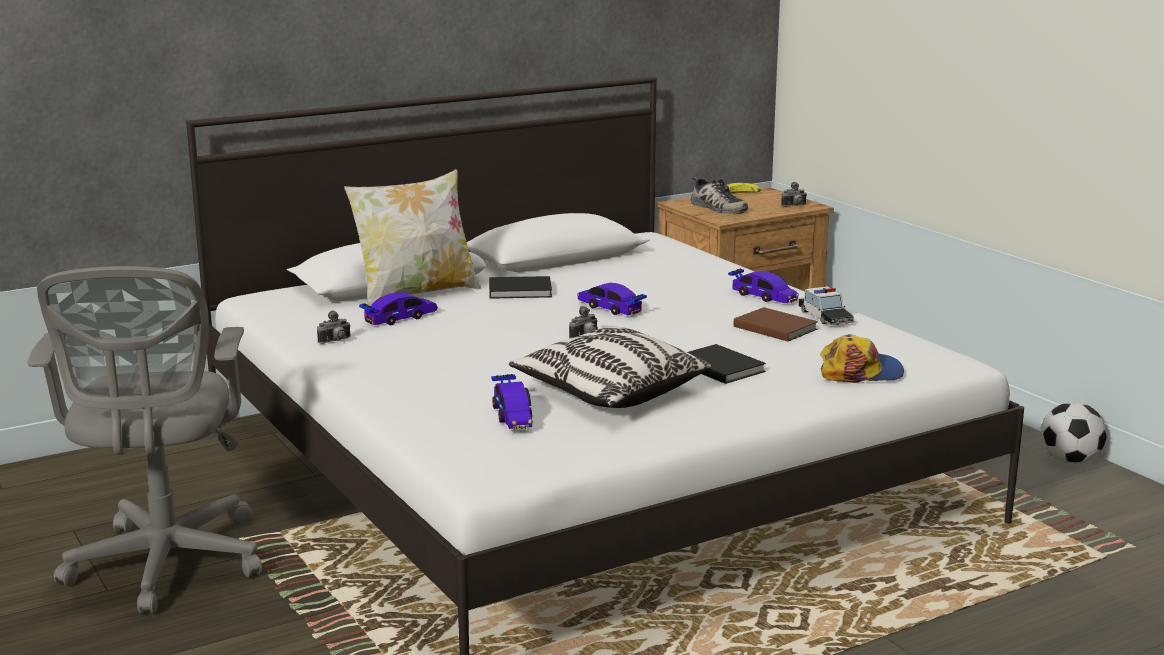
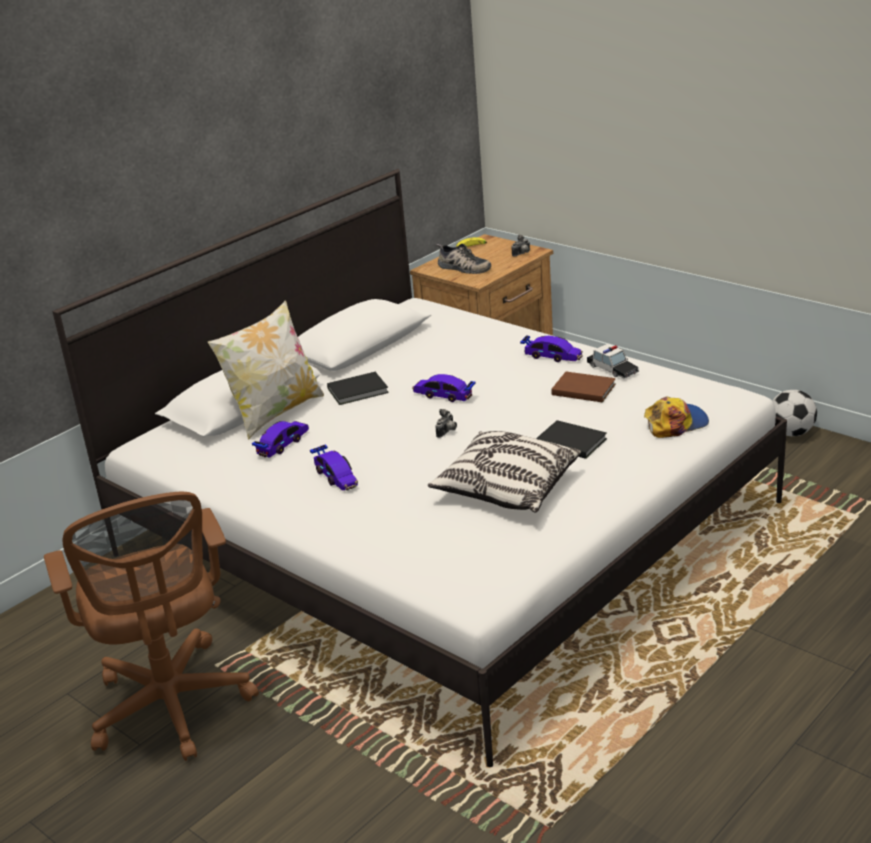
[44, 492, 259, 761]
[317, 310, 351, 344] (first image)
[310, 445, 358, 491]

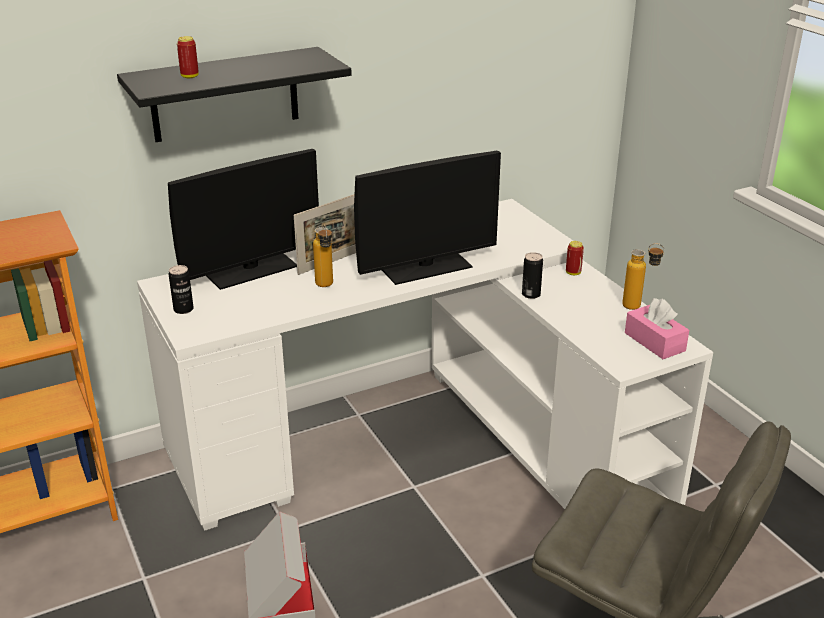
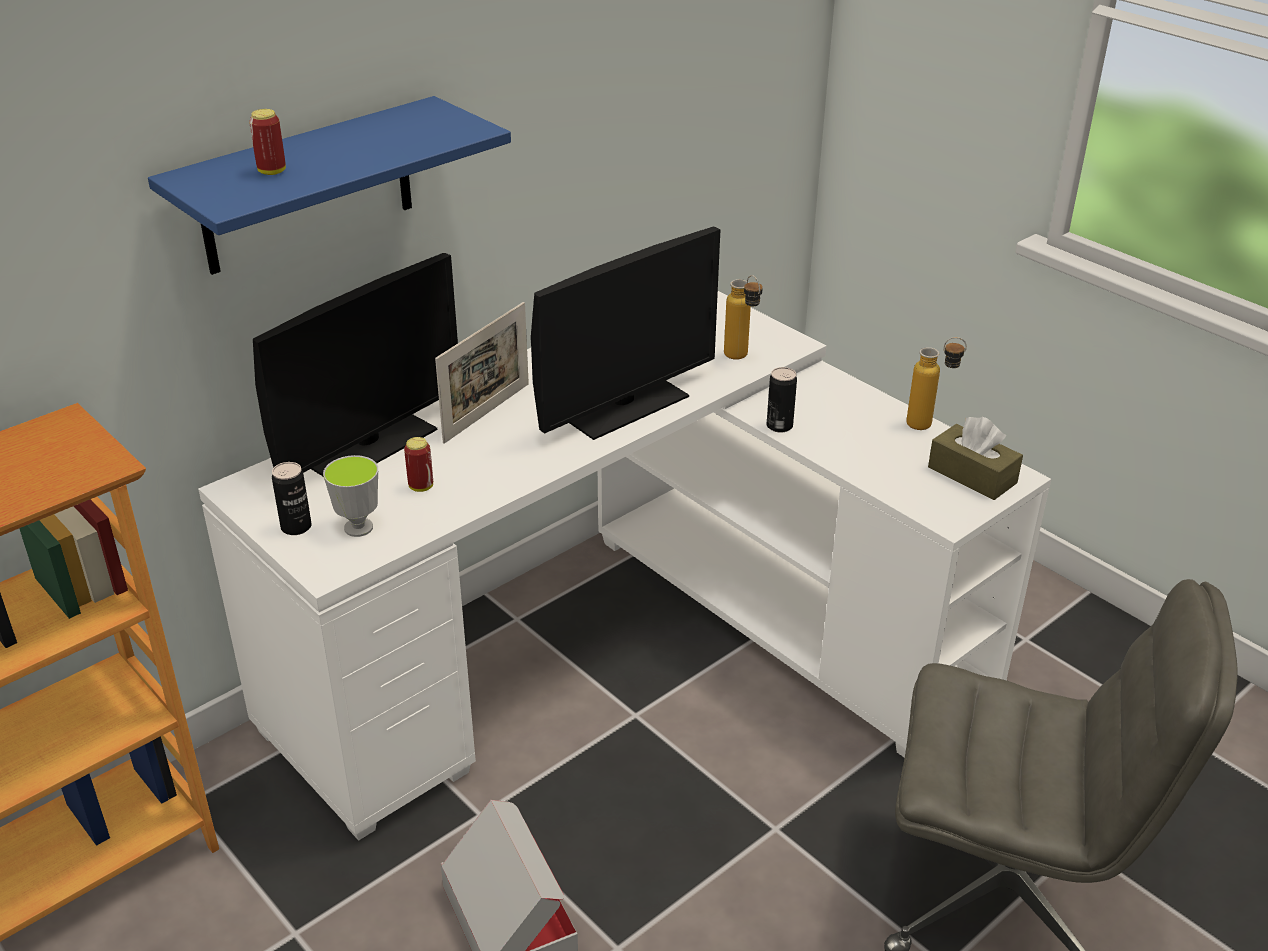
[148, 96, 511, 275]
[724, 275, 763, 359]
[404, 437, 433, 492]
[928, 417, 1023, 500]
[323, 455, 378, 537]

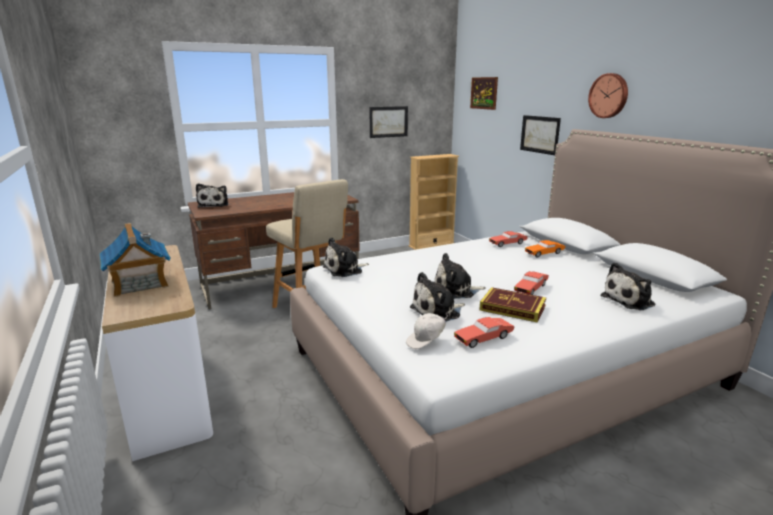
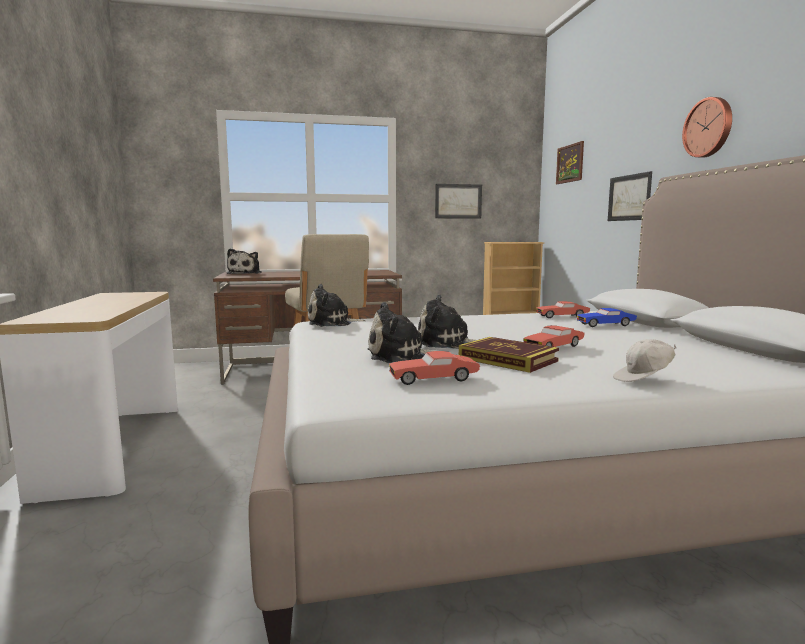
[99, 223, 171, 297] (first image)
[577, 308, 637, 327]
[601, 262, 655, 310] (first image)
[613, 339, 676, 382]

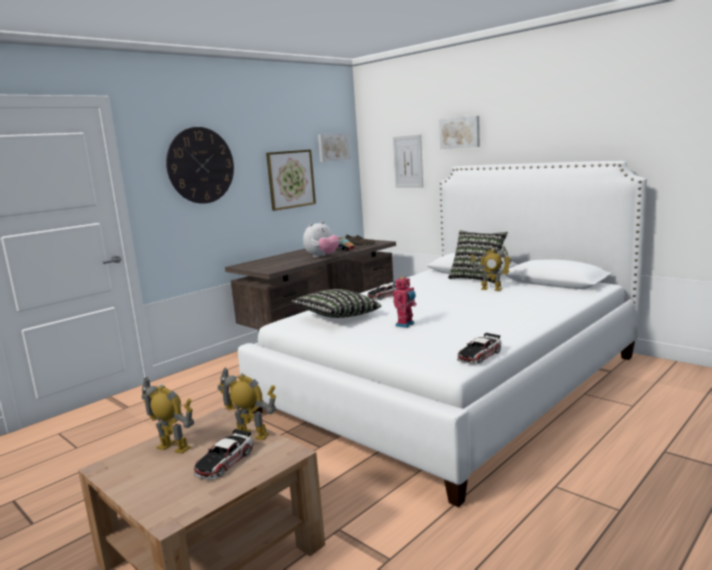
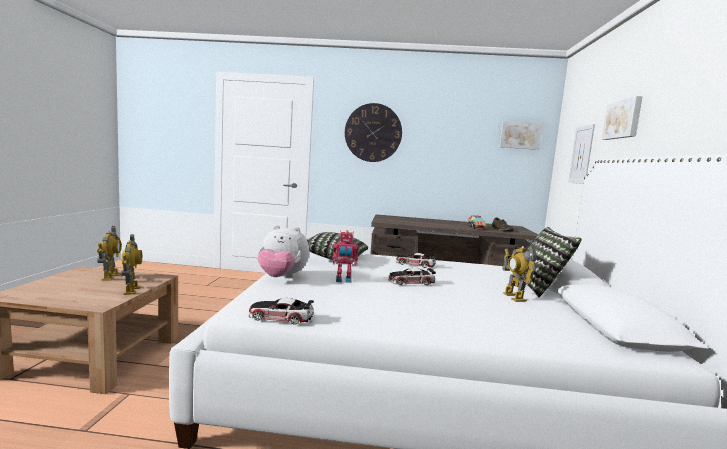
[266, 150, 316, 211] (first image)
[258, 225, 309, 278]
[388, 268, 436, 285]

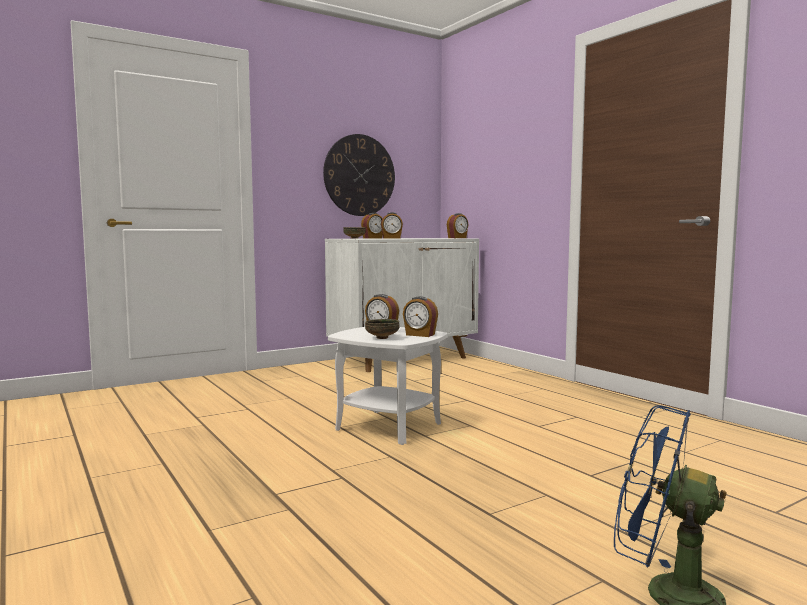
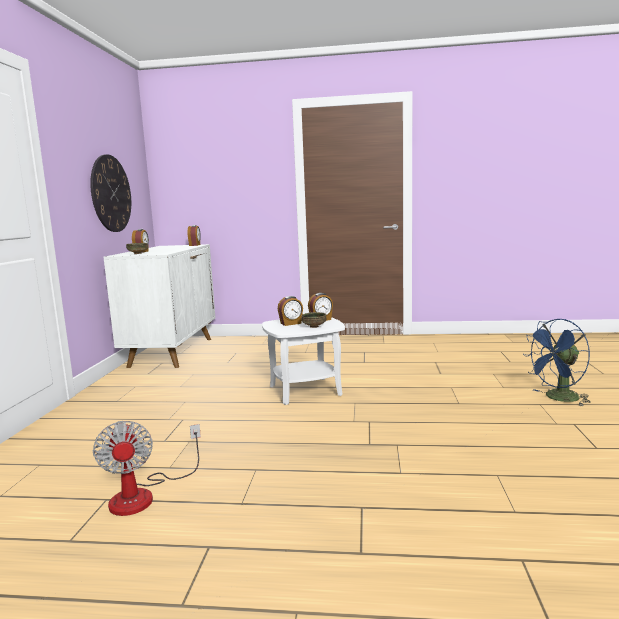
[381, 212, 403, 239] (first image)
[93, 421, 201, 516]

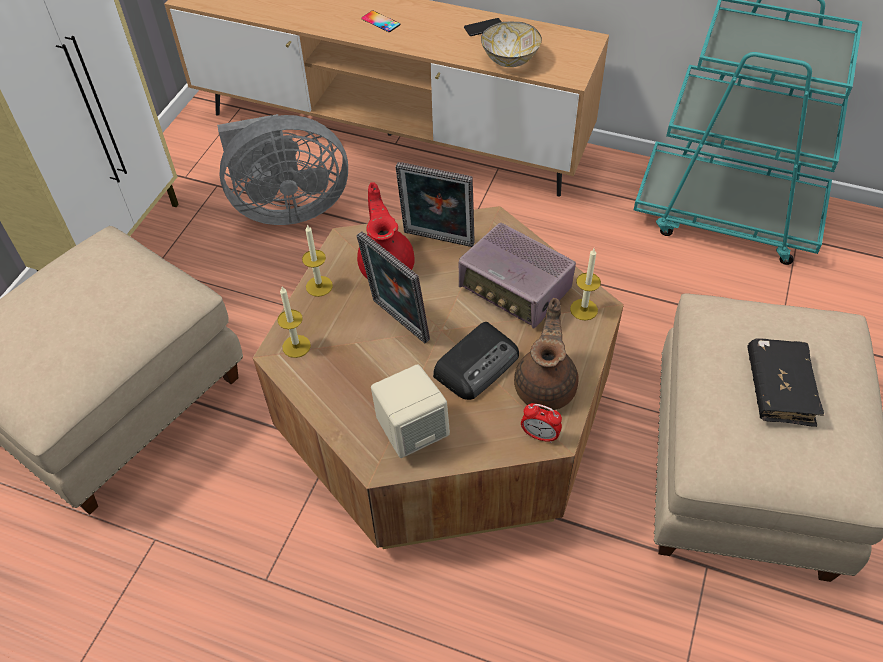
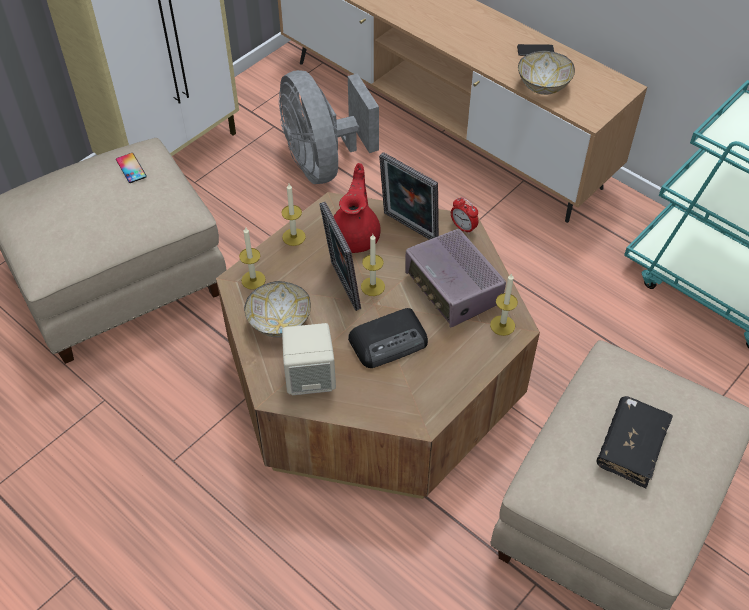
[116, 153, 147, 183]
[279, 70, 379, 184]
[514, 298, 579, 411] (first image)
[451, 197, 478, 234]
[361, 234, 385, 296]
[244, 281, 311, 337]

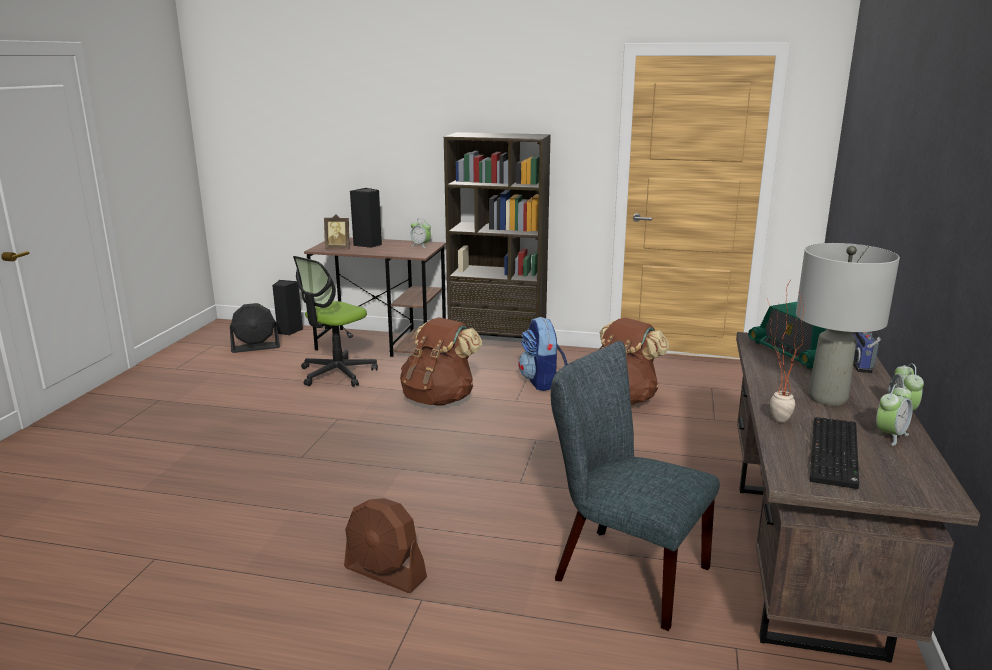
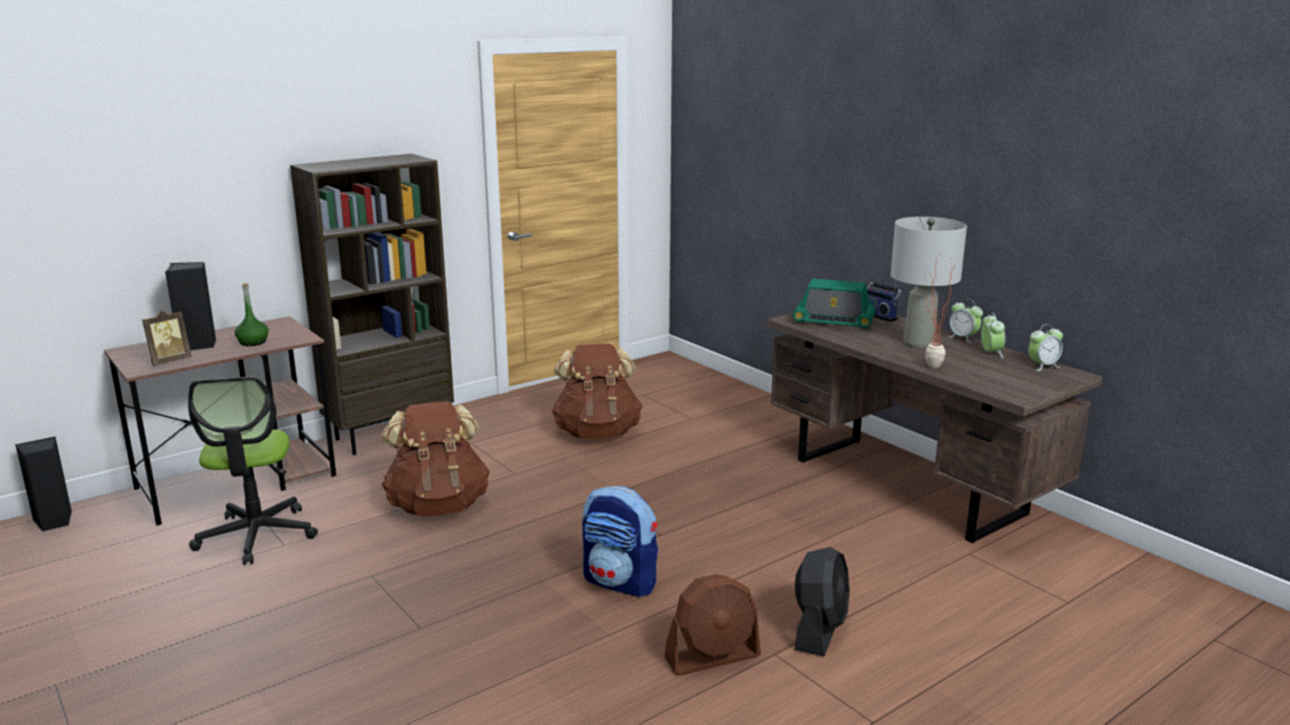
[1028, 324, 1063, 371]
[795, 547, 849, 656]
[582, 486, 658, 597]
[551, 341, 720, 631] (first image)
[810, 417, 859, 489] (first image)
[235, 283, 269, 346]

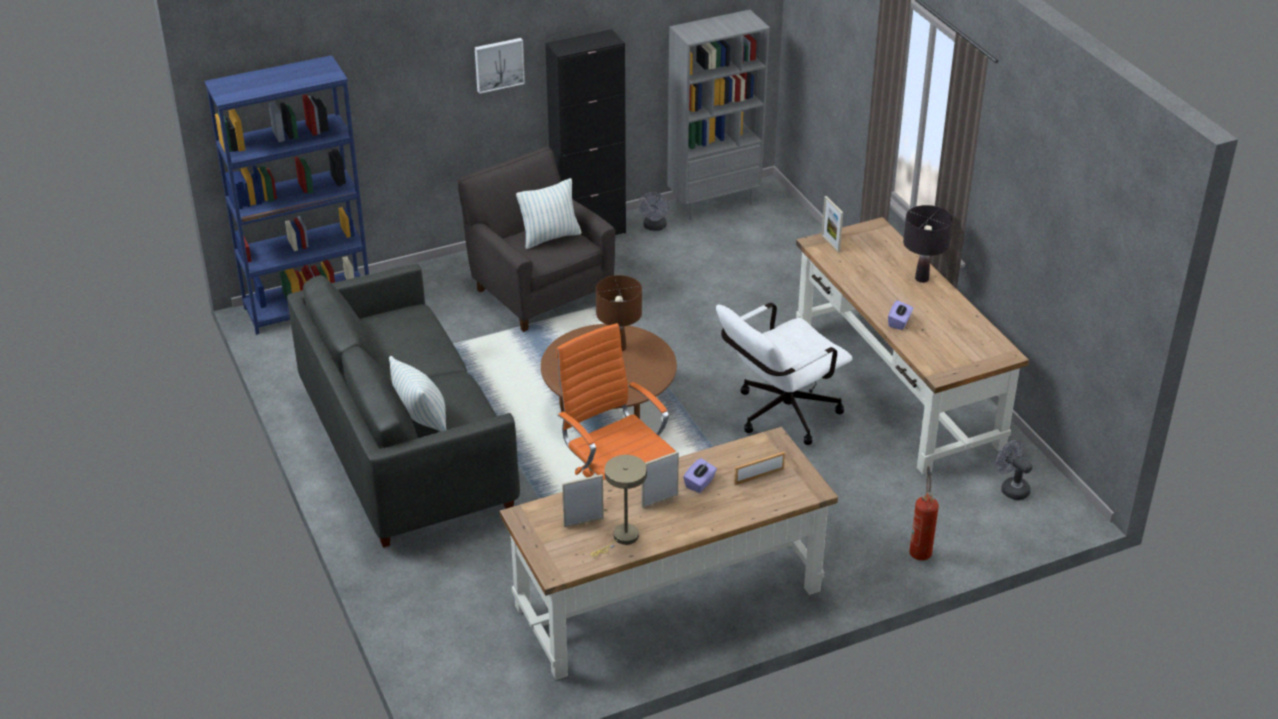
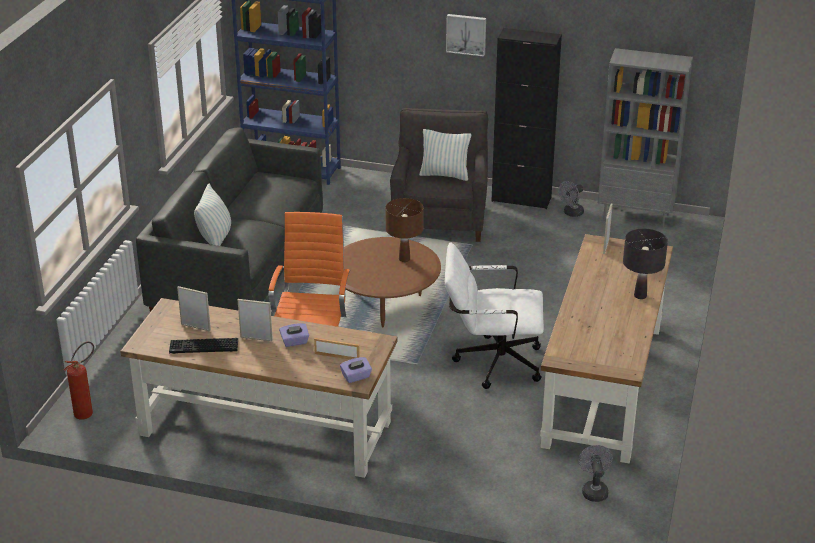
[340, 357, 372, 383]
[169, 338, 238, 354]
[64, 341, 94, 420]

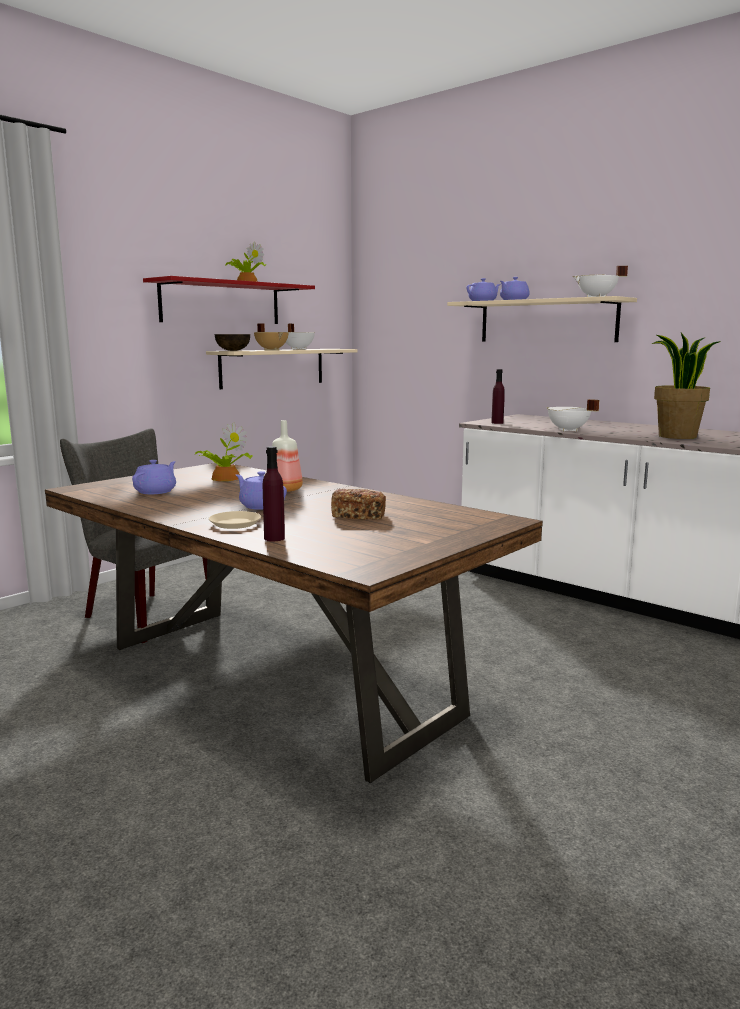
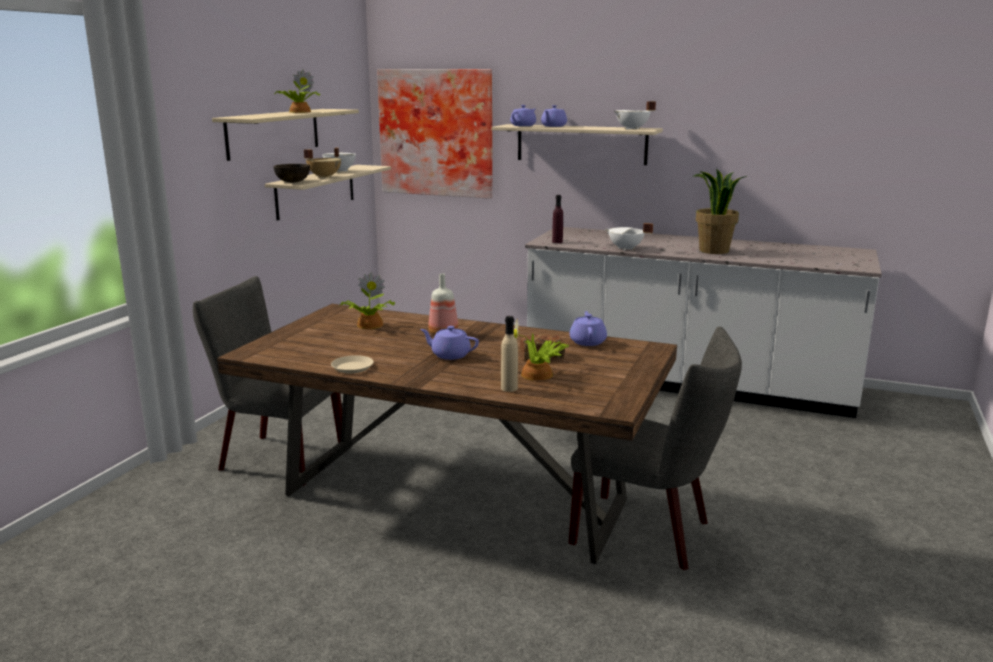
[212, 109, 359, 161]
[501, 316, 518, 392]
[570, 311, 607, 346]
[331, 355, 374, 374]
[377, 69, 492, 199]
[514, 319, 569, 381]
[568, 326, 742, 570]

